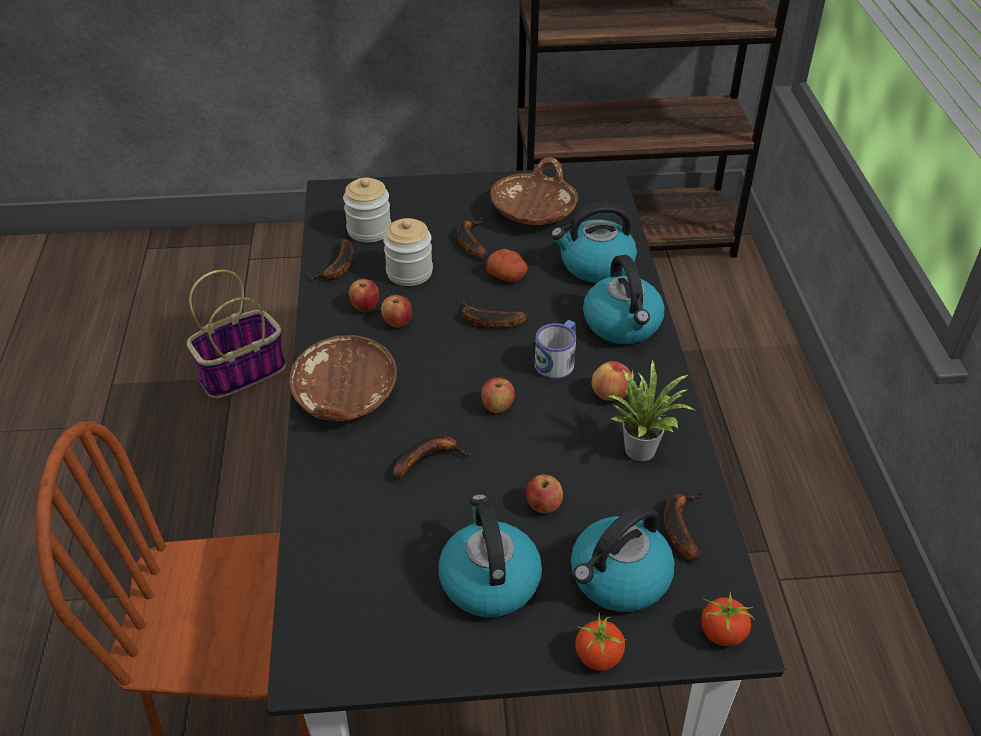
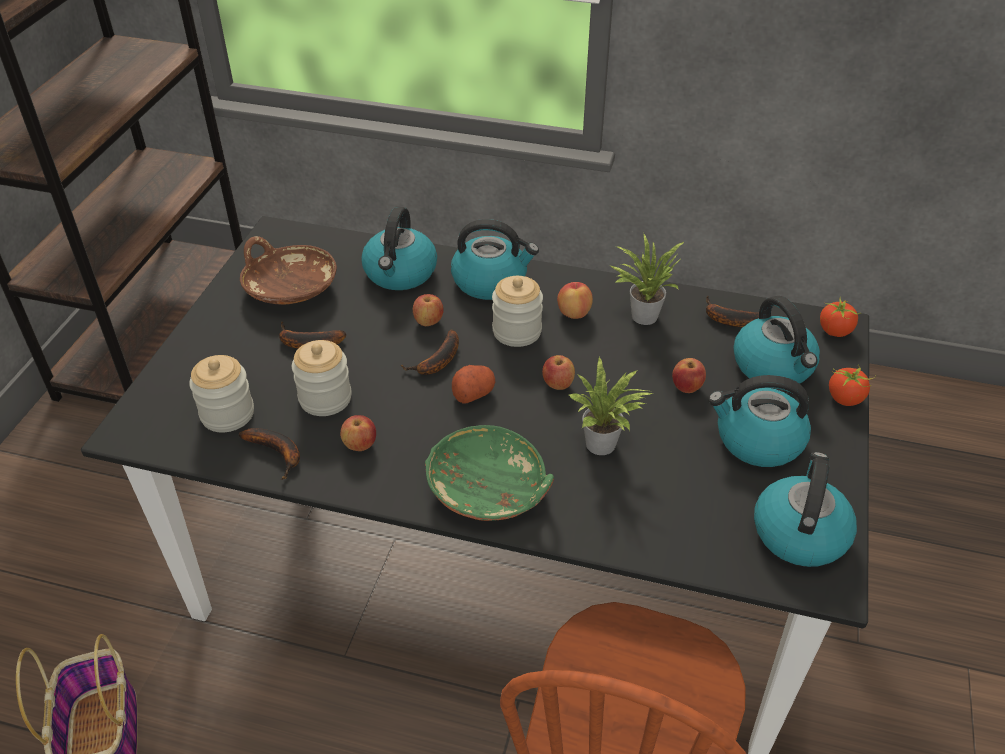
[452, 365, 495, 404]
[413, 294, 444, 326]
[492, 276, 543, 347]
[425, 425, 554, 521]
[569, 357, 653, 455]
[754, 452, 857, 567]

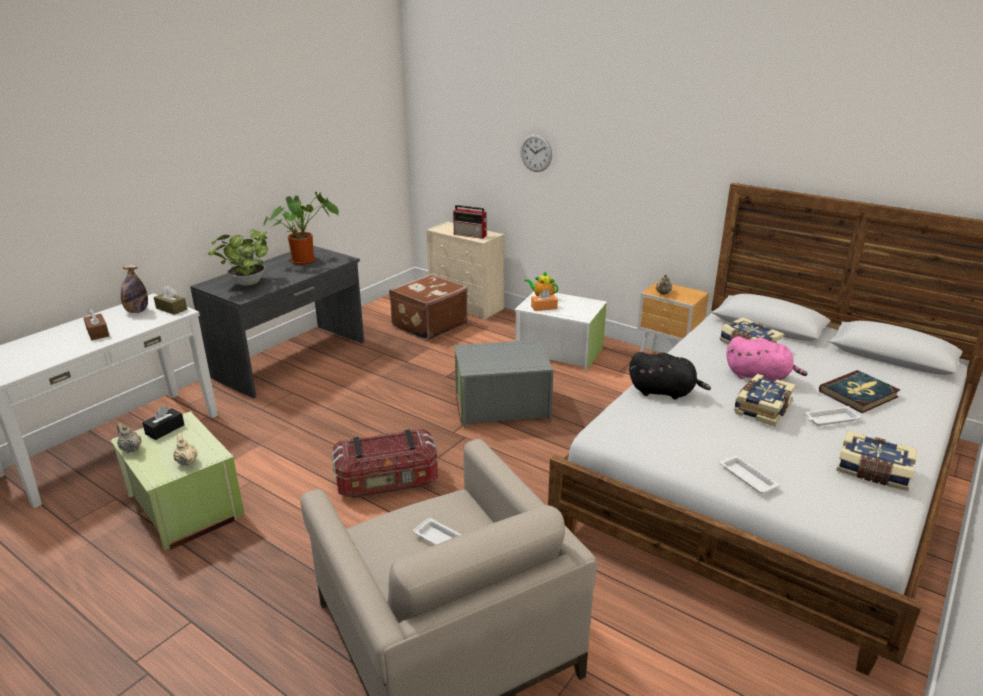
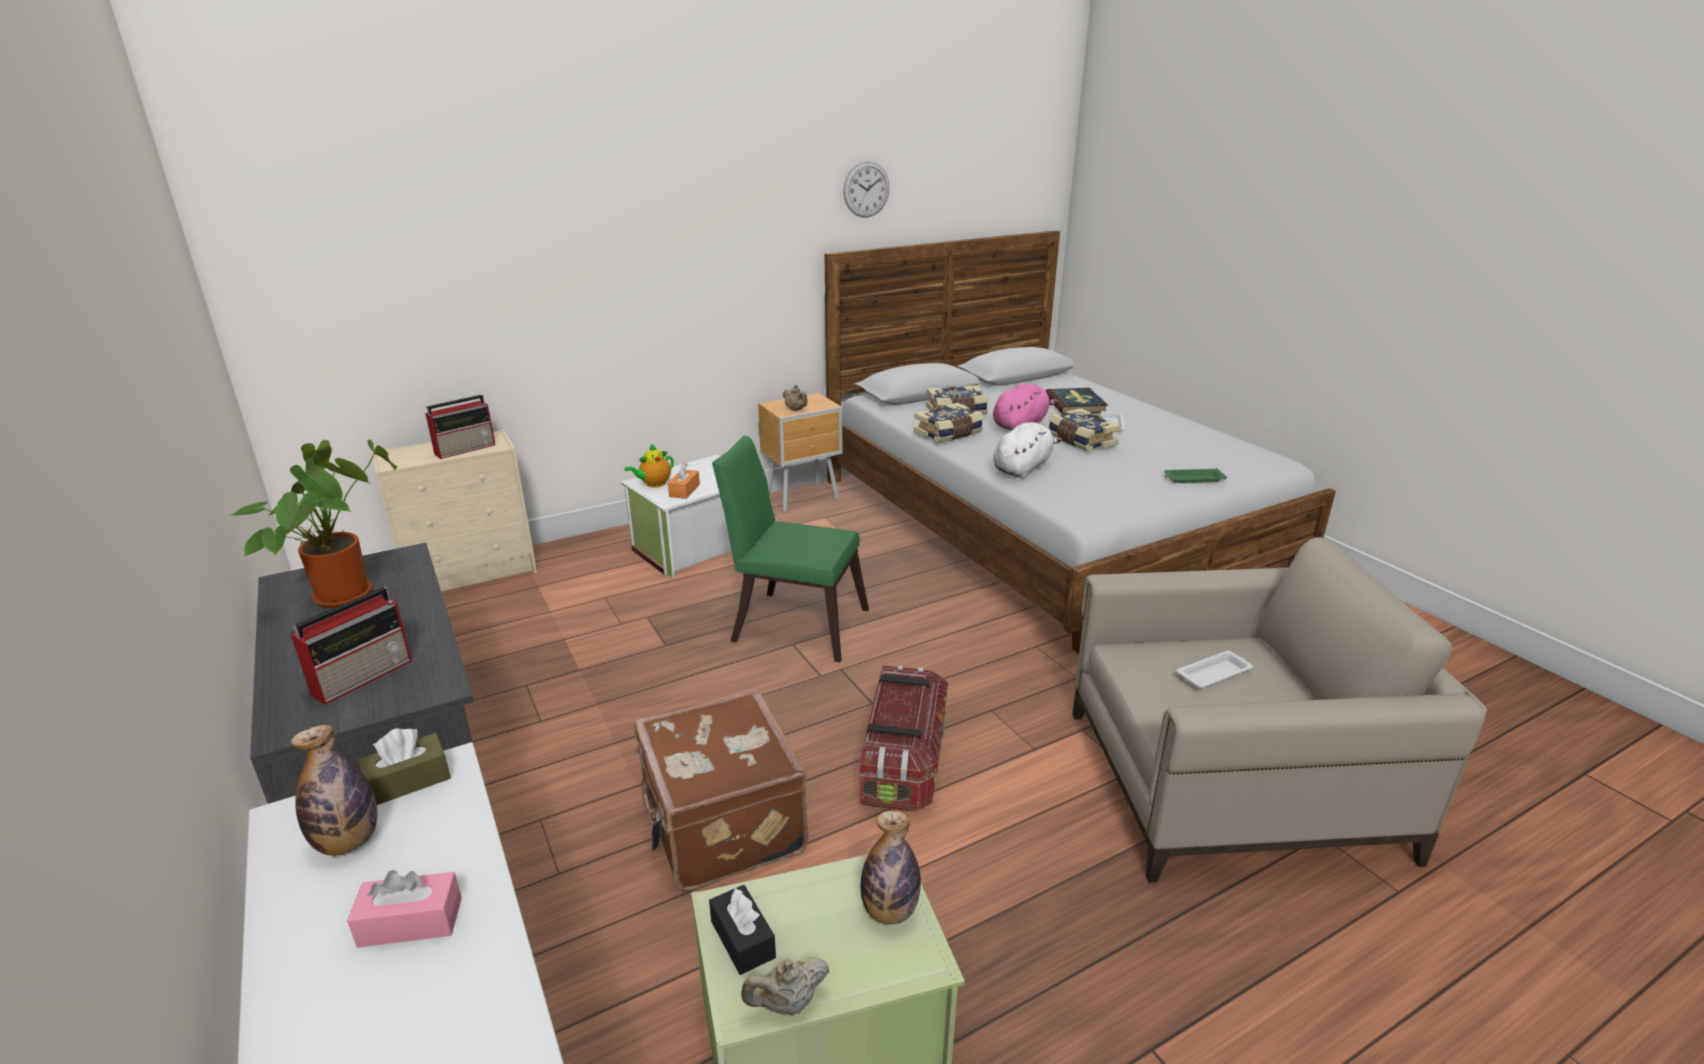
[843, 161, 889, 218]
[291, 587, 412, 705]
[634, 690, 808, 891]
[347, 870, 462, 948]
[712, 435, 869, 662]
[994, 422, 1062, 478]
[914, 403, 984, 443]
[860, 811, 921, 924]
[1164, 468, 1227, 483]

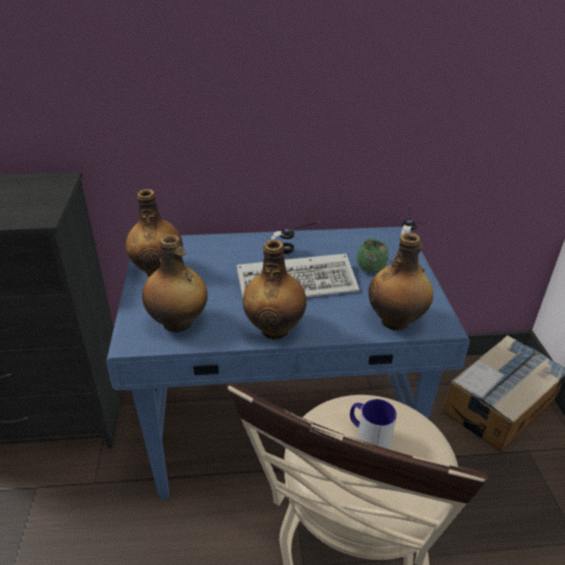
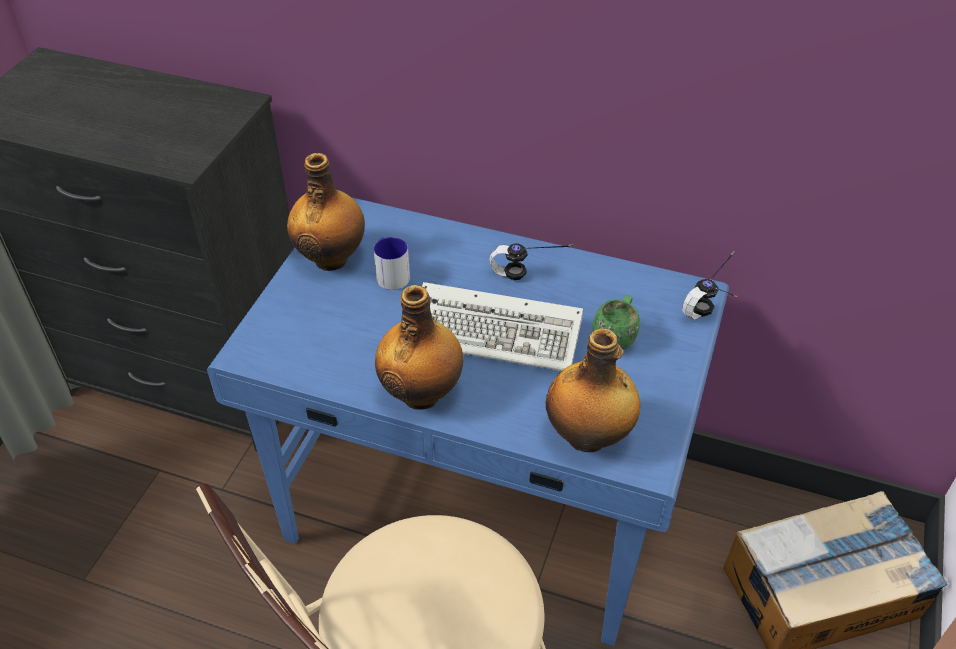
[142, 234, 208, 332] (first image)
[374, 237, 410, 290]

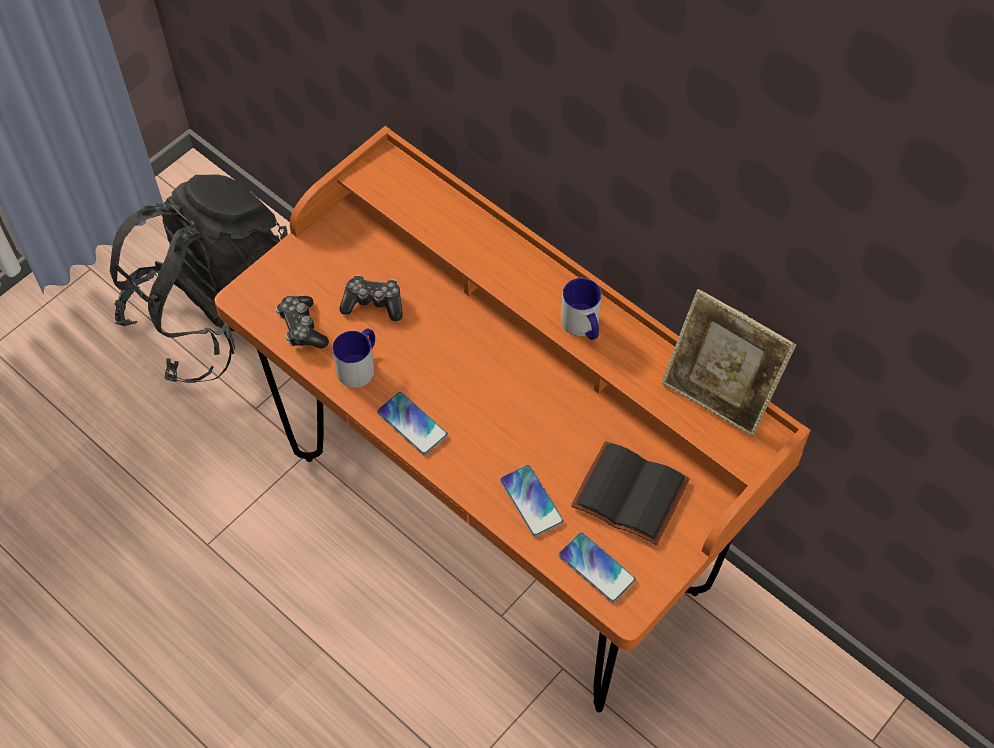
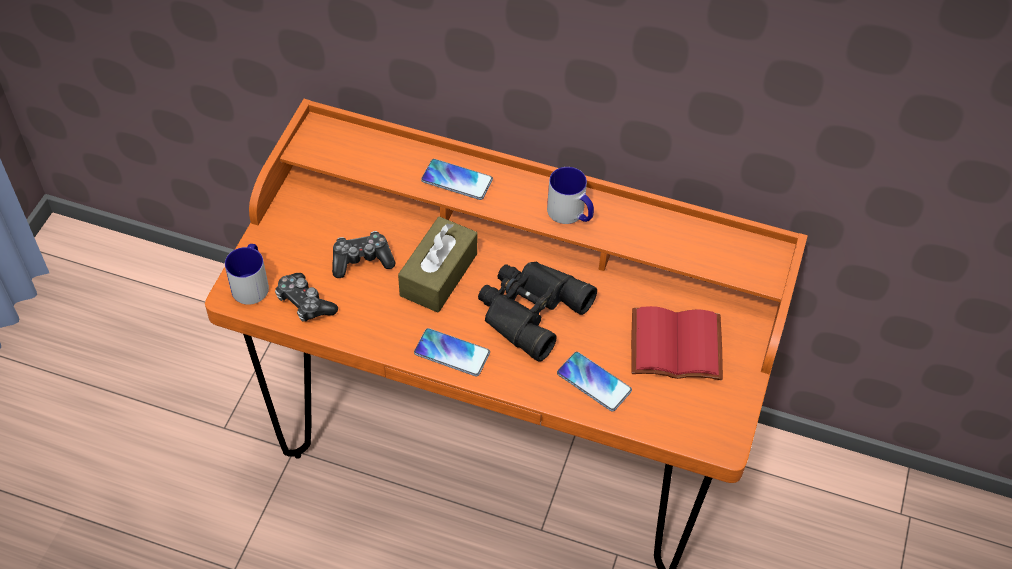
[110, 175, 288, 383] (first image)
[662, 289, 796, 437] (first image)
[225, 244, 269, 305]
[631, 306, 723, 380]
[421, 159, 493, 200]
[398, 216, 477, 313]
[478, 262, 597, 362]

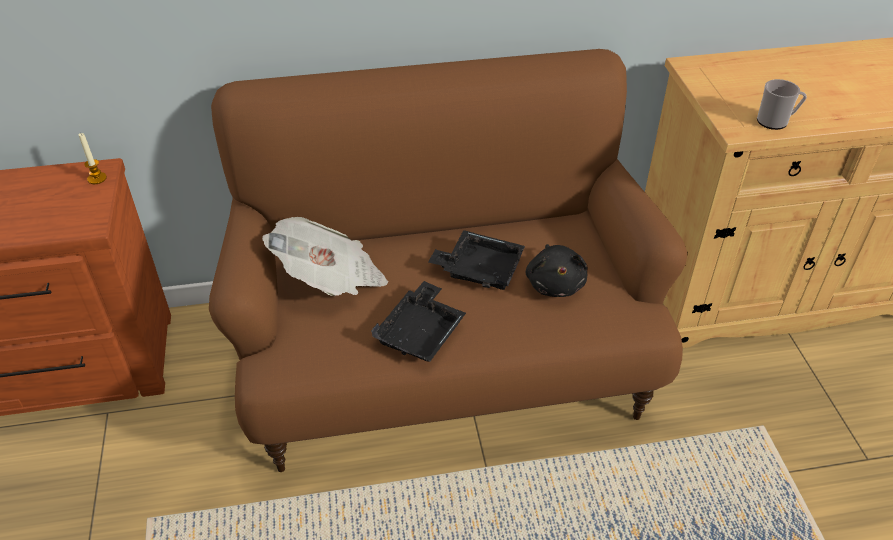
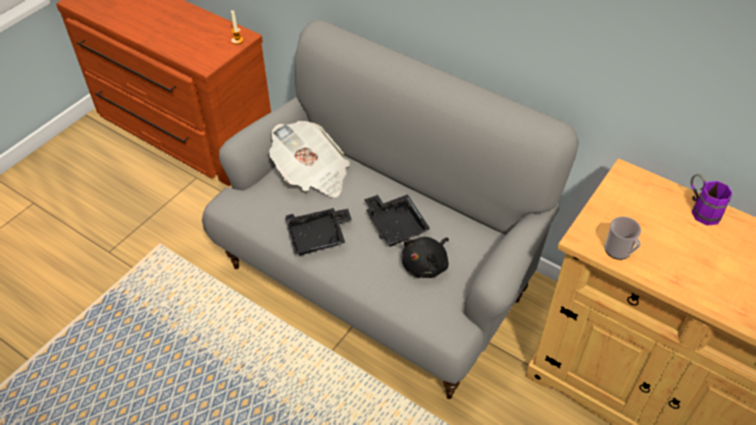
[202, 20, 579, 399]
[691, 174, 732, 225]

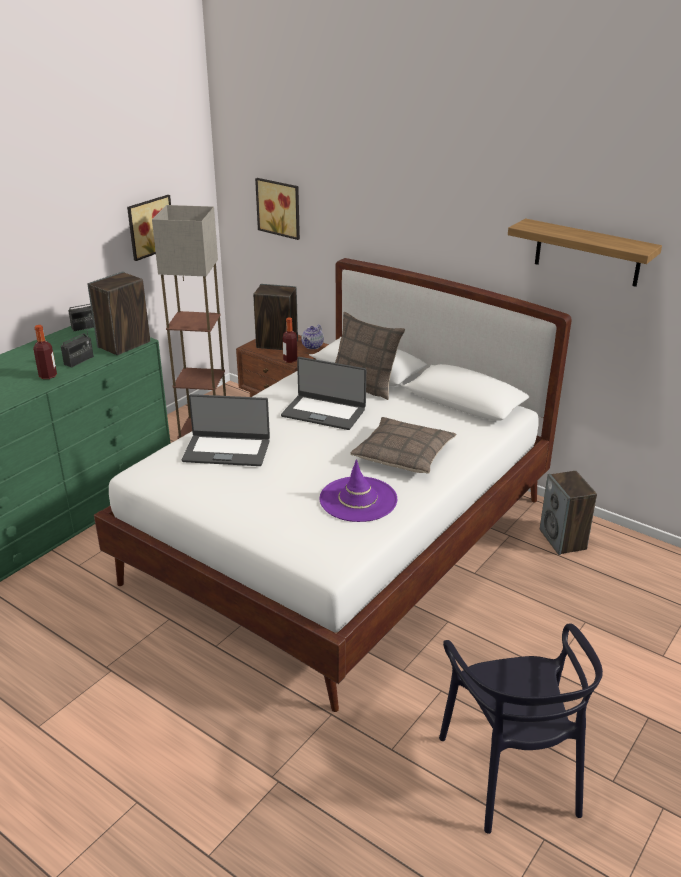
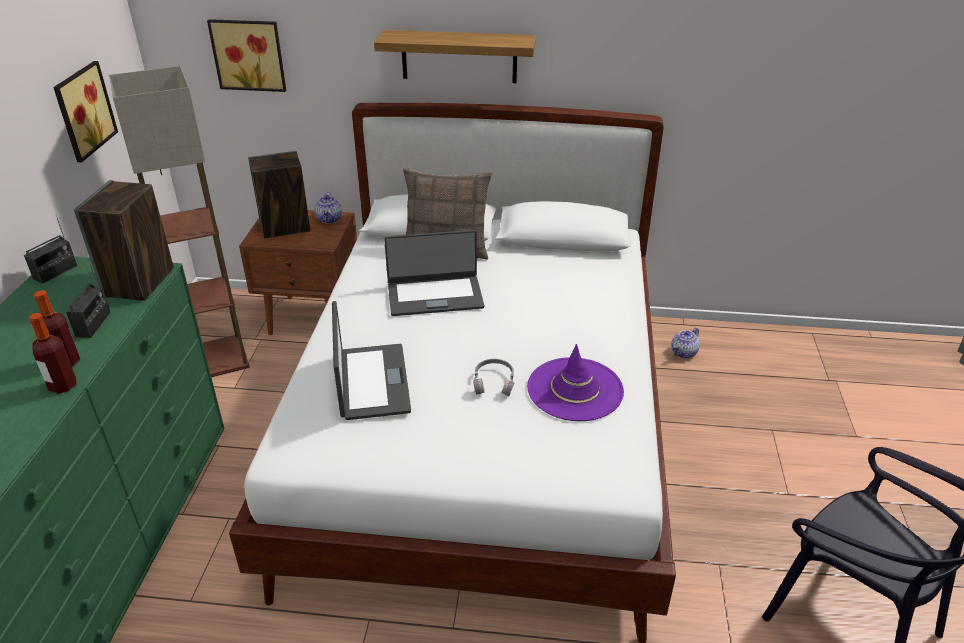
[374, 30, 536, 83]
[29, 313, 77, 394]
[332, 301, 411, 420]
[350, 417, 456, 474] (first image)
[671, 327, 700, 358]
[473, 359, 515, 396]

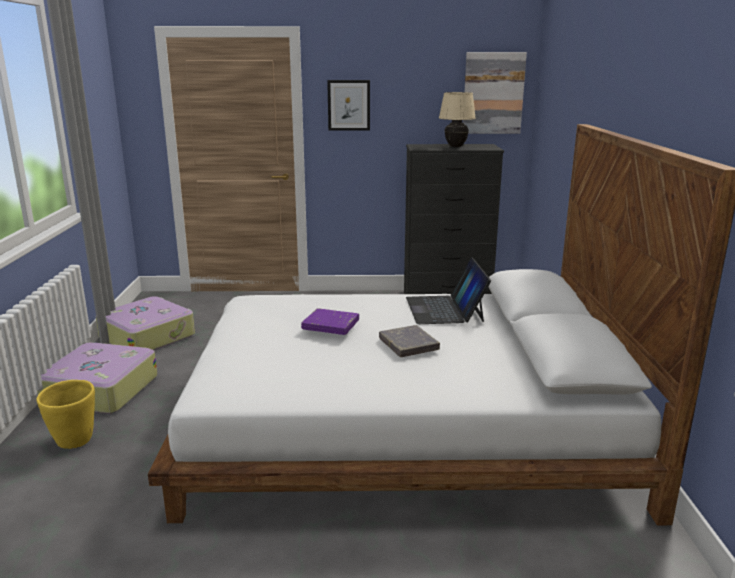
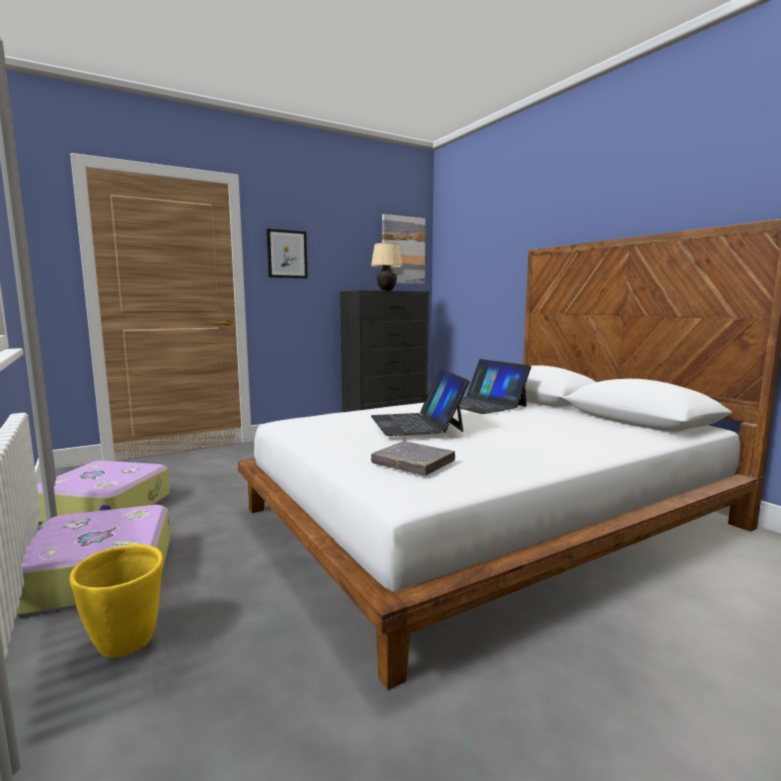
[371, 369, 470, 436]
[371, 441, 455, 476]

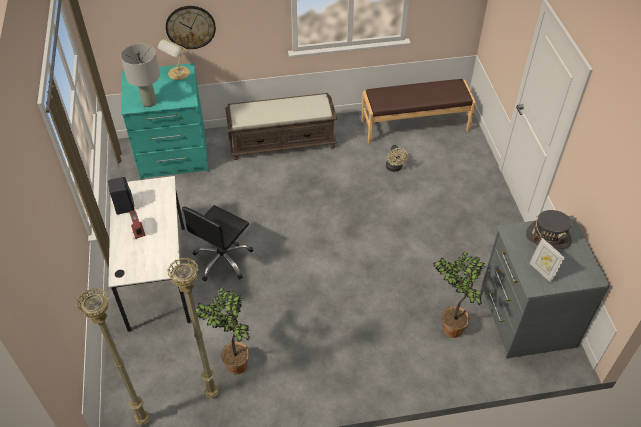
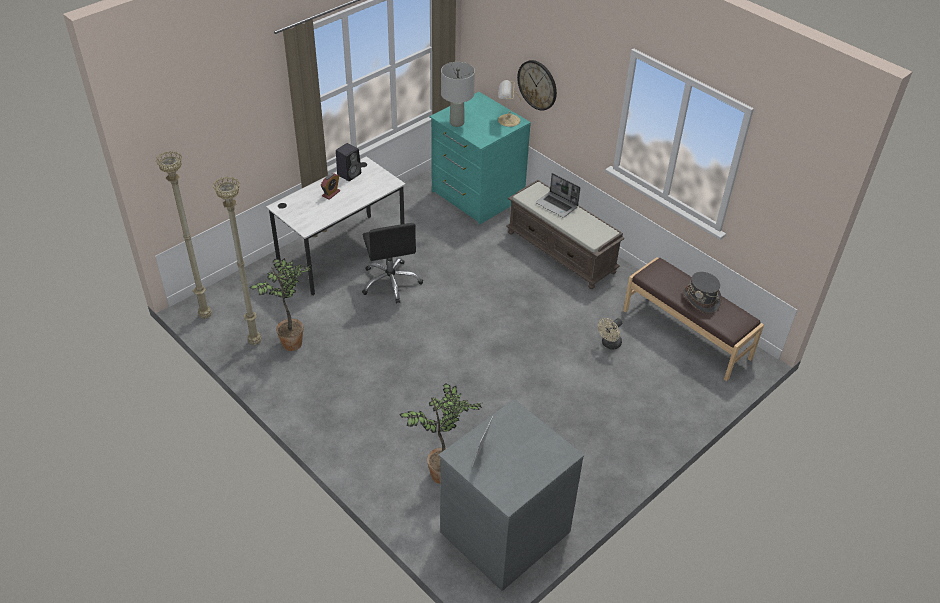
[362, 223, 423, 303]
[683, 272, 722, 314]
[536, 173, 580, 218]

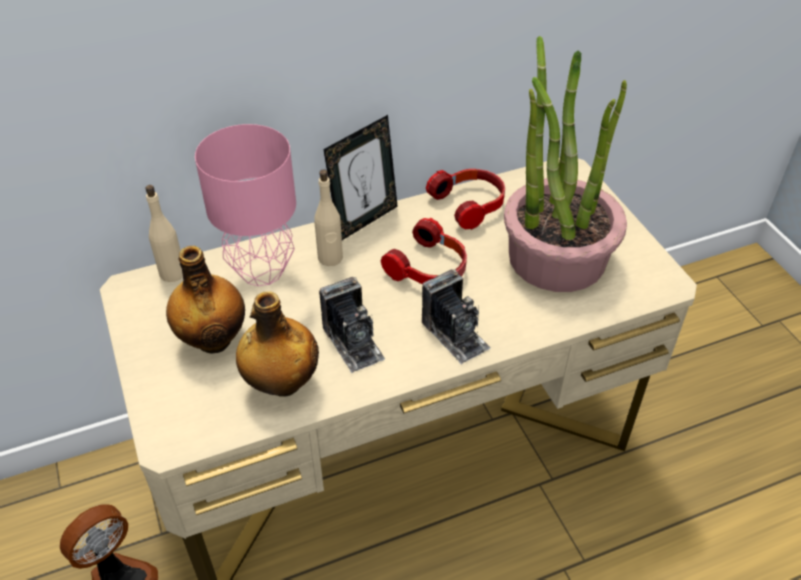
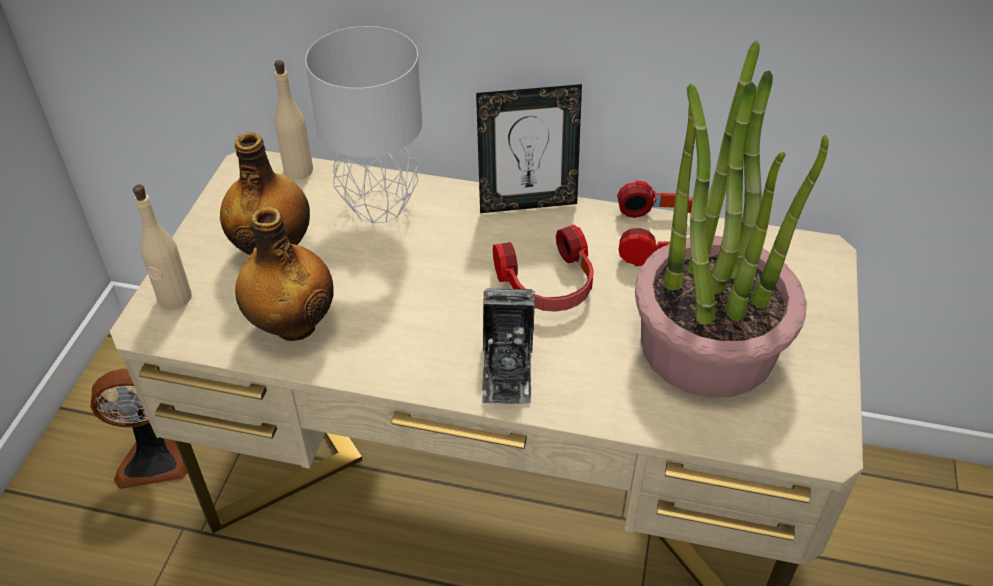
[305, 26, 422, 223]
[133, 185, 192, 310]
[319, 277, 385, 373] (first image)

